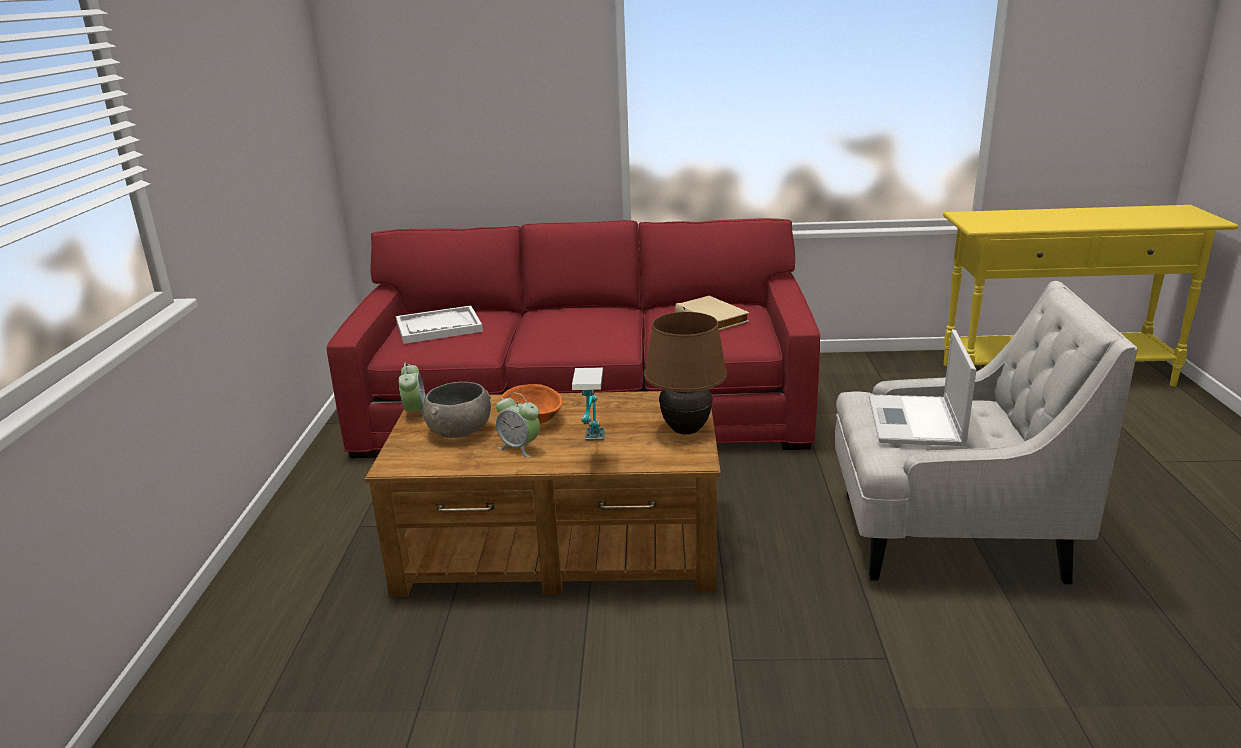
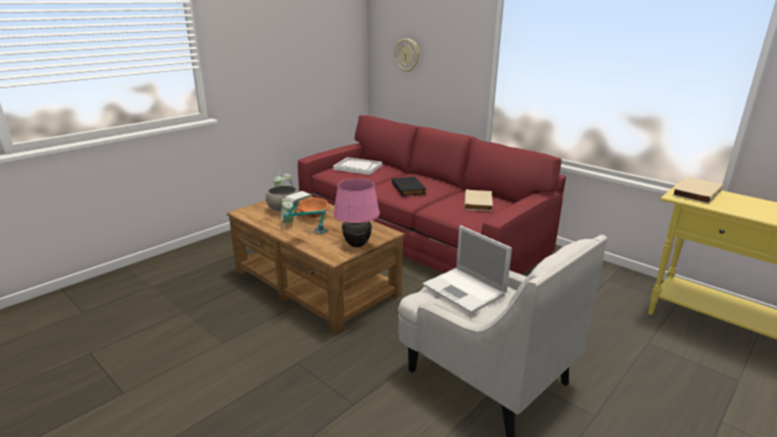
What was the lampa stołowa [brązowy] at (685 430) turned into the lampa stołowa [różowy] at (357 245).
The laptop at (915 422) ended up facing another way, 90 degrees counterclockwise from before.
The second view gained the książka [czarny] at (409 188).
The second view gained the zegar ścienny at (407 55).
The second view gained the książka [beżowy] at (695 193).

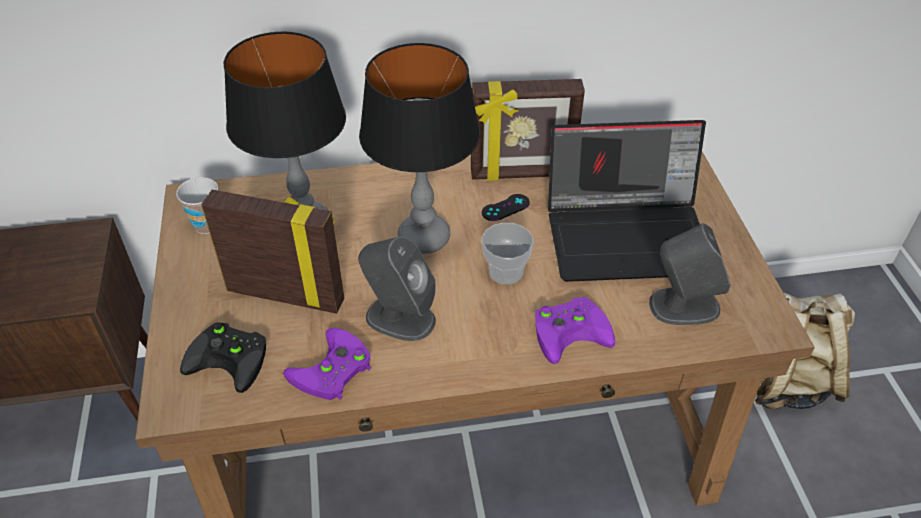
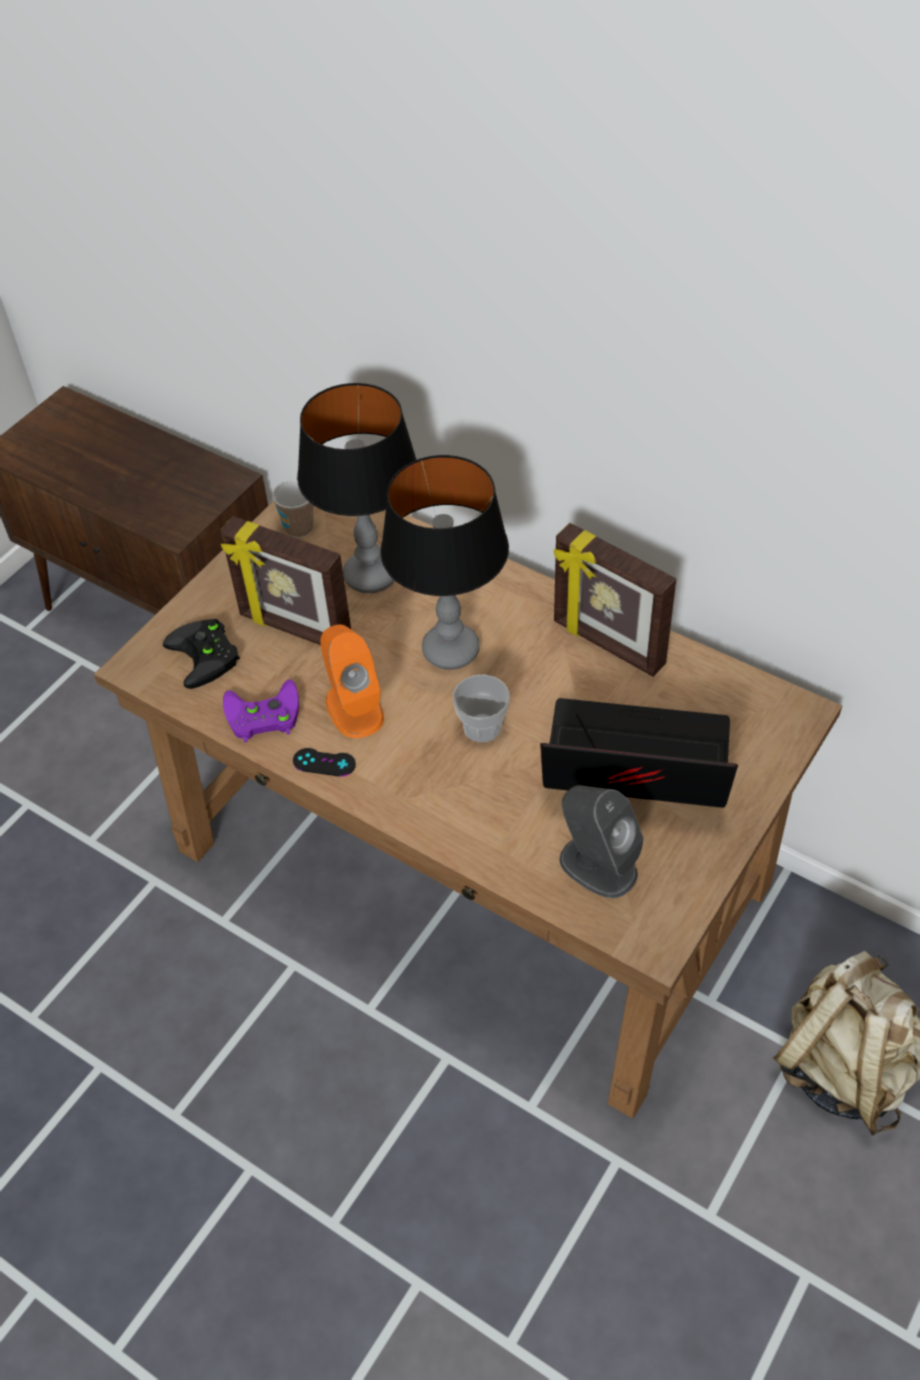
The ramka na zdjęcie at (286 294) ended up facing another way, 150 degrees clockwise from before.
What was the głośnik [szary] at (399 318) turned into the głośnik [pomarańczowy] at (354 708).
The pad do gier [czarny] ended up elsewhere, having gone from (505 208) to (324 762).
The second view lost the pad do gier [fioletowy] at (571 330).
The laptop at (628 235) ended up facing another way, 150 degrees clockwise from before.

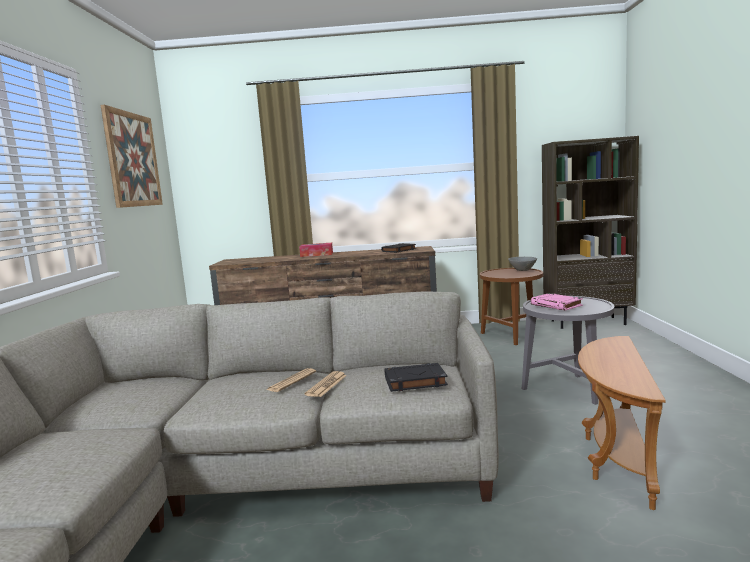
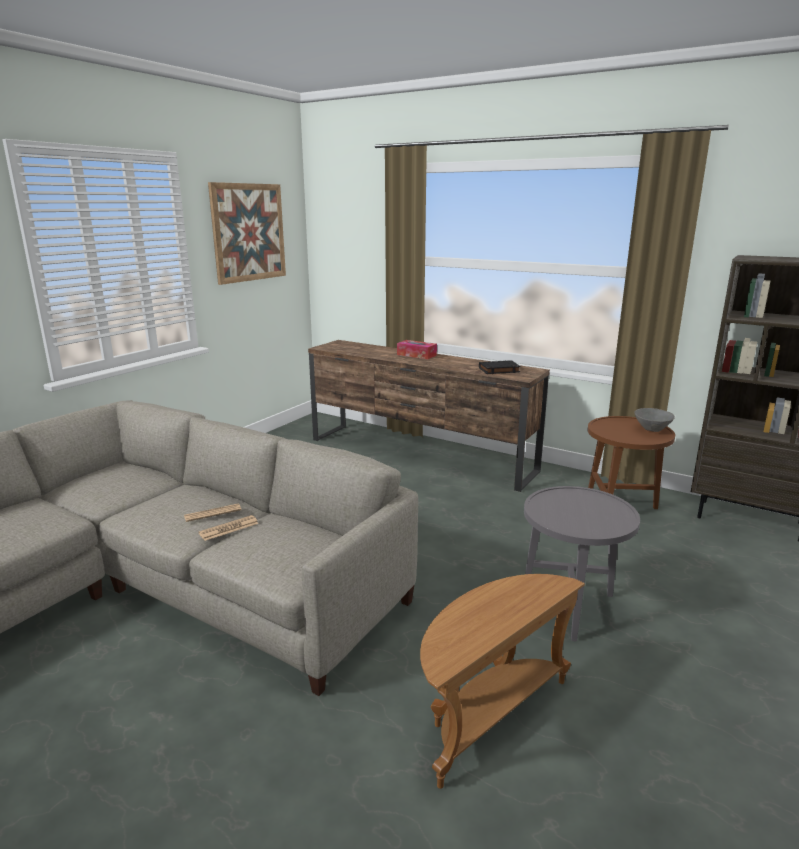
The second view lost the książka [czarny] at (414 381).
The second view lost the książka [różowy] at (557 305).

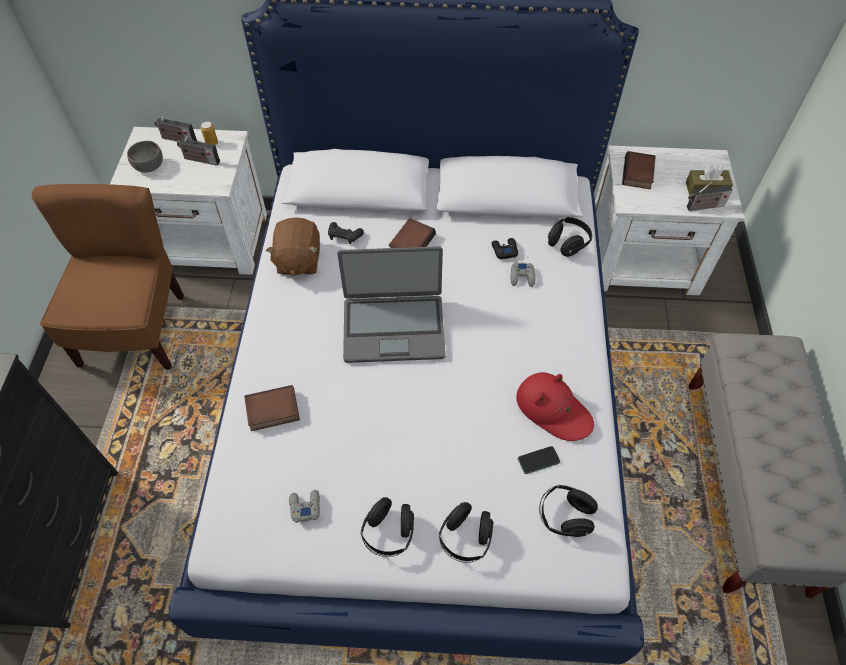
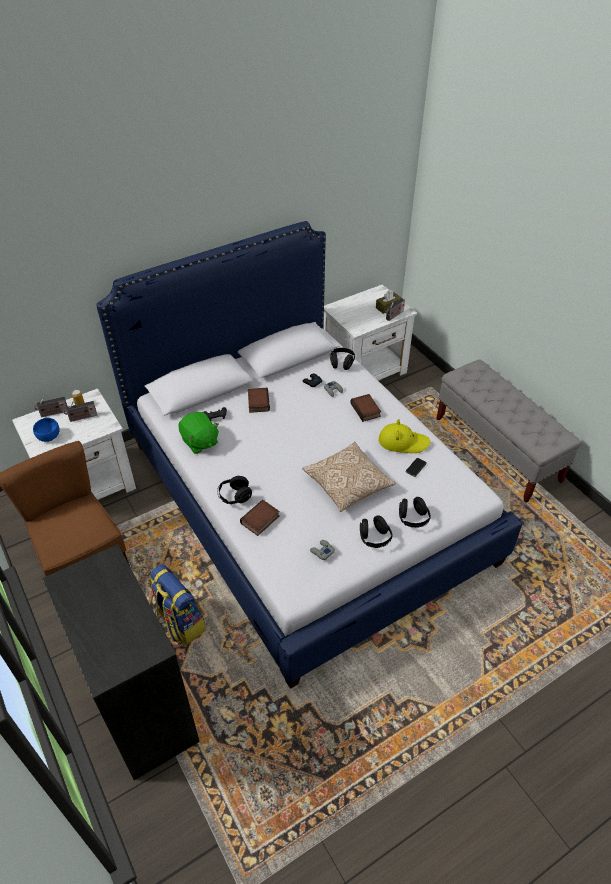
What was the miska [szary] at (149 166) turned into the miska [niebieski] at (49 436).
What was the pluszak [brązowy] at (298 260) turned into the pluszak [zielony] at (199 442).
The second view lost the laptop at (393 328).
What was the kapelusz [czerwony] at (553 409) turned into the kapelusz [żółty] at (403 442).
The słuchawki [czarny] ended up elsewhere, having gone from (565 516) to (234 496).
The książka ended up elsewhere, having gone from (638 174) to (366 410).
The second view gained the plecak at (179 622).
The second view gained the poduszka at (347 485).

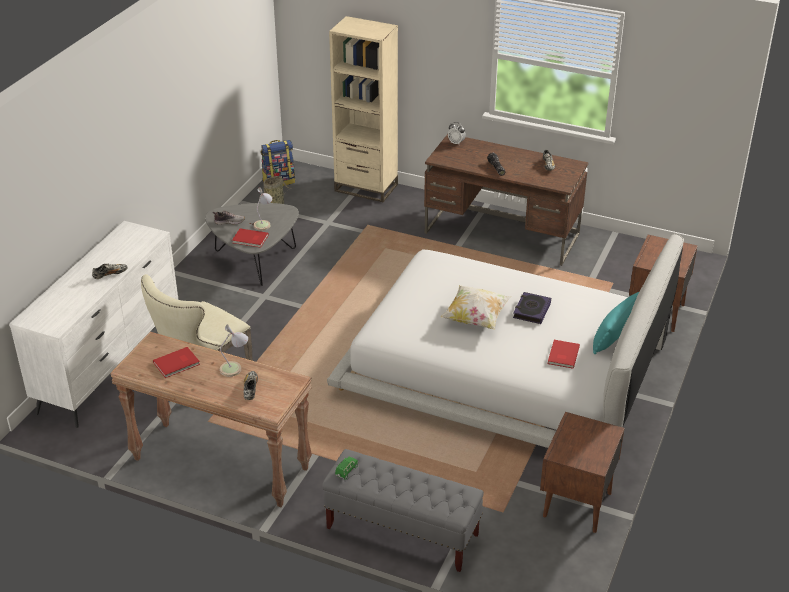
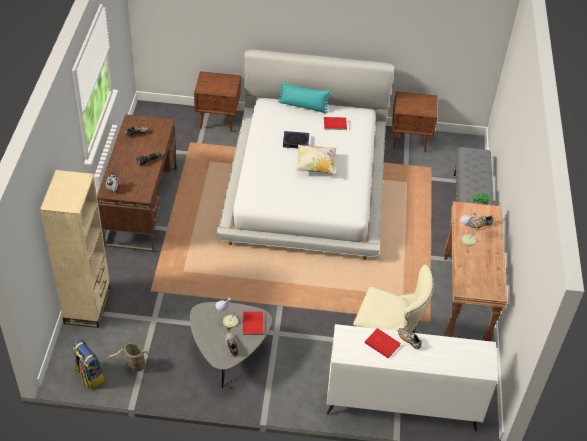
The książka [czerwony] ended up elsewhere, having gone from (177 364) to (382 343).

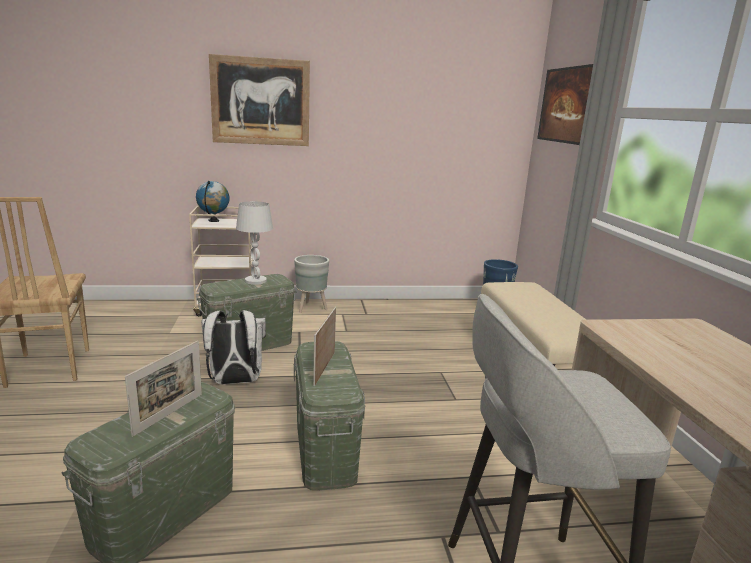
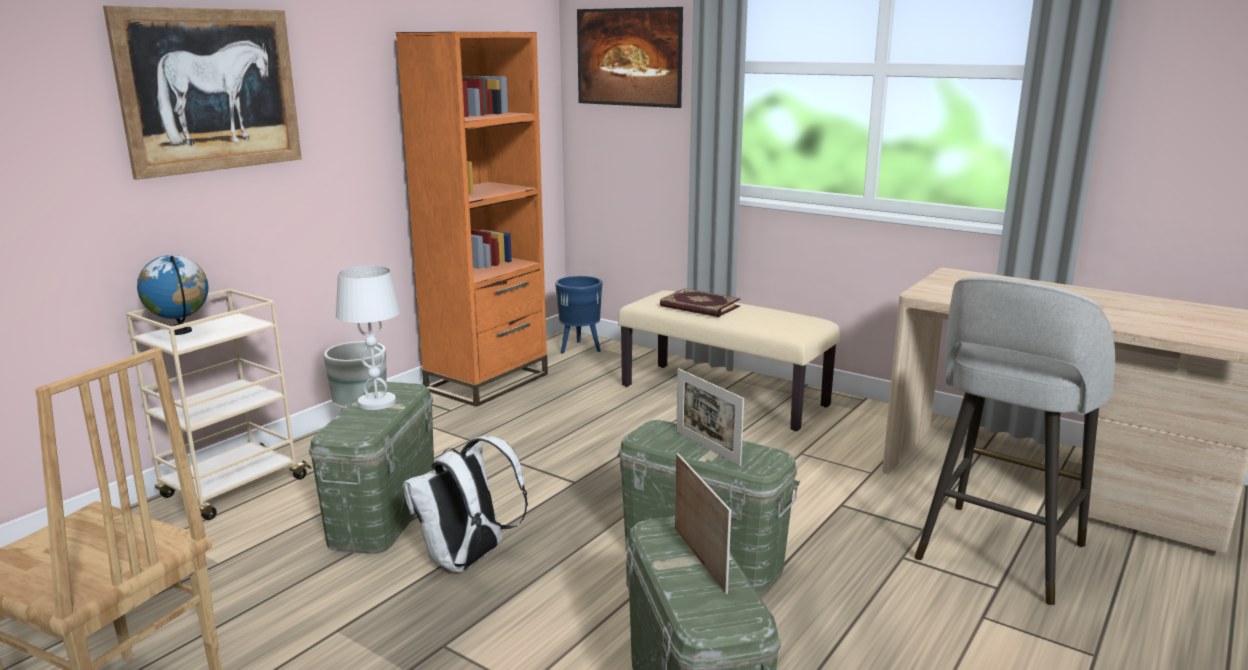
The second view gained the regał [pomarańczowy] at (487 382).
The second view gained the książka at (699 307).

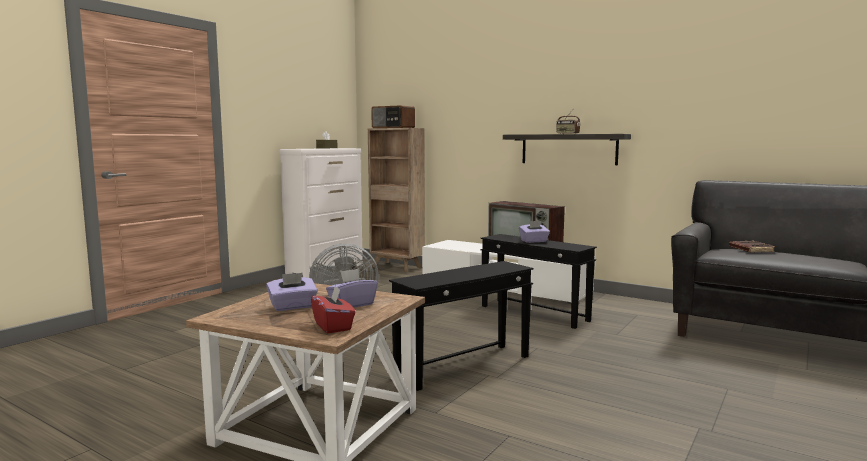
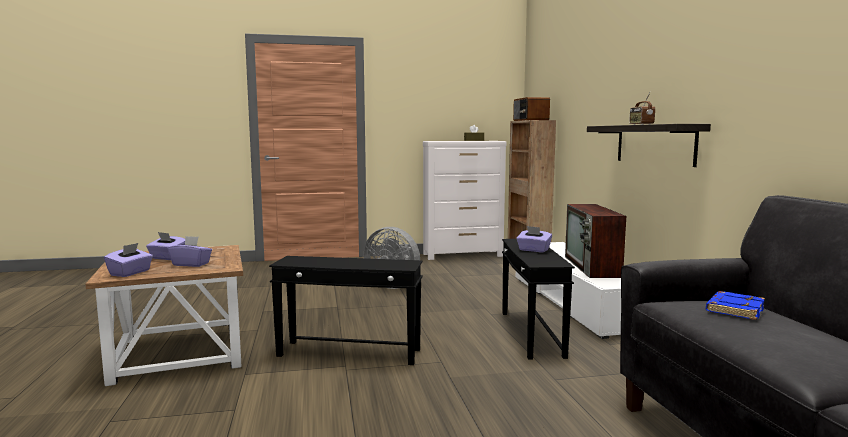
What was the pudełko chusteczek [czerwony] at (333 326) turned into the pudełko chusteczek [fioletowy] at (130 273).
What was the książka [brązowy] at (750 250) turned into the książka [niebieski] at (734 309).

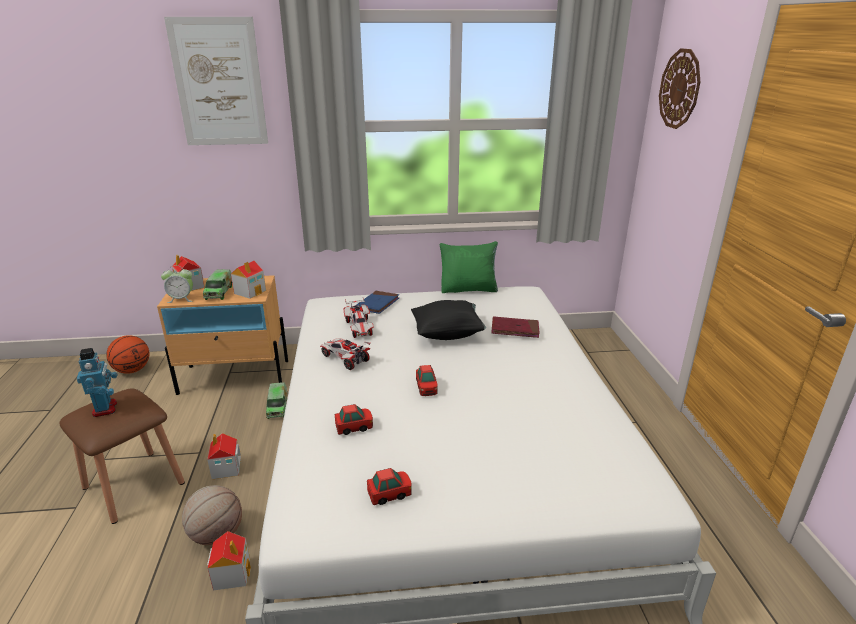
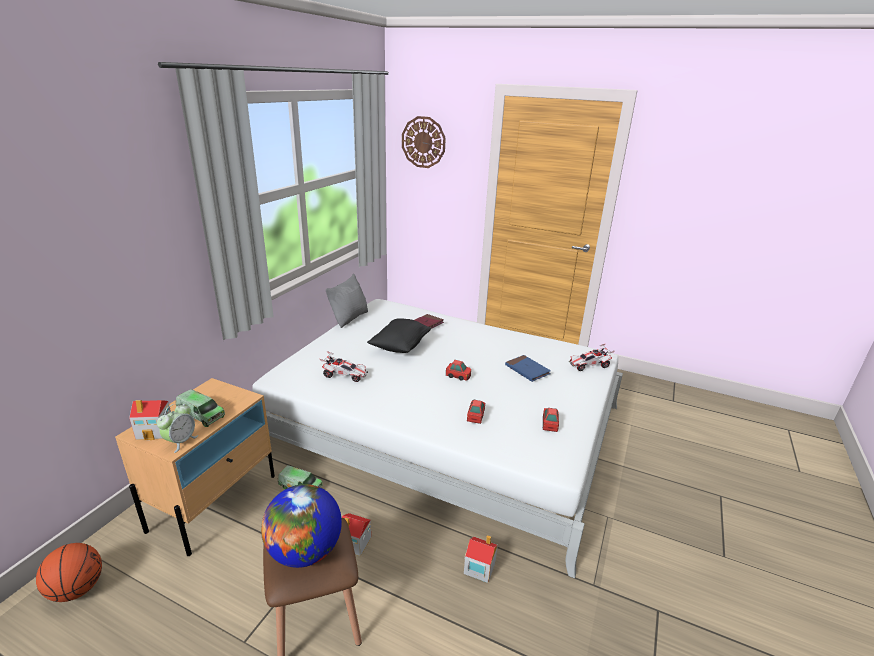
Where the robot zabawkowy stood at (105 408), the globus came to stand at (305 551).
The second view lost the obraz at (219 83).
The second view lost the piłka do koszykówki at (216 534).
The second view lost the domek at (250 292).
The samochodzik ended up elsewhere, having gone from (345 359) to (589 365).
The książka [niebieski] ended up elsewhere, having gone from (377 304) to (527 370).
What was the poduszka [zielony] at (468 289) turned into the poduszka [szary] at (349 318).

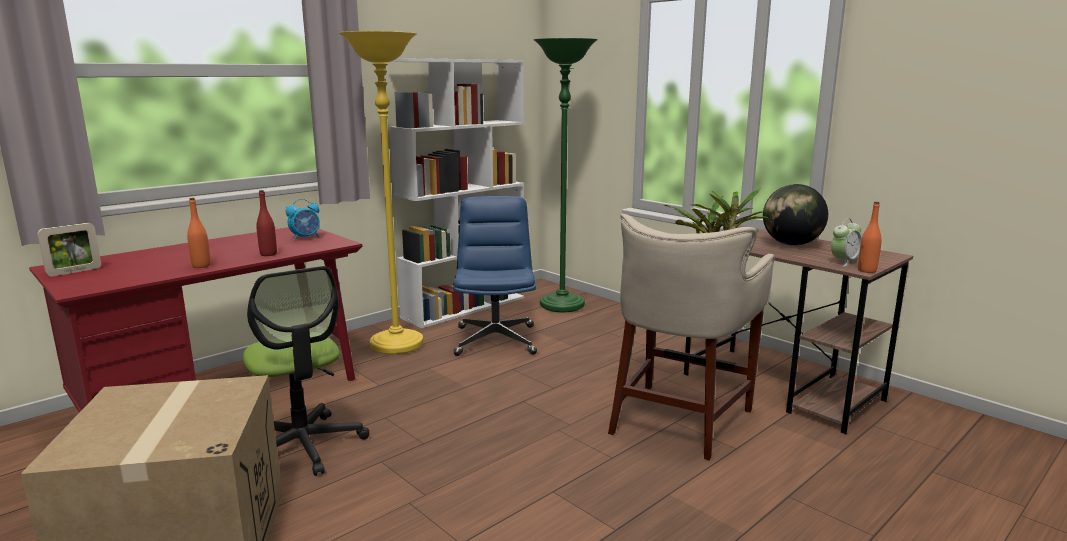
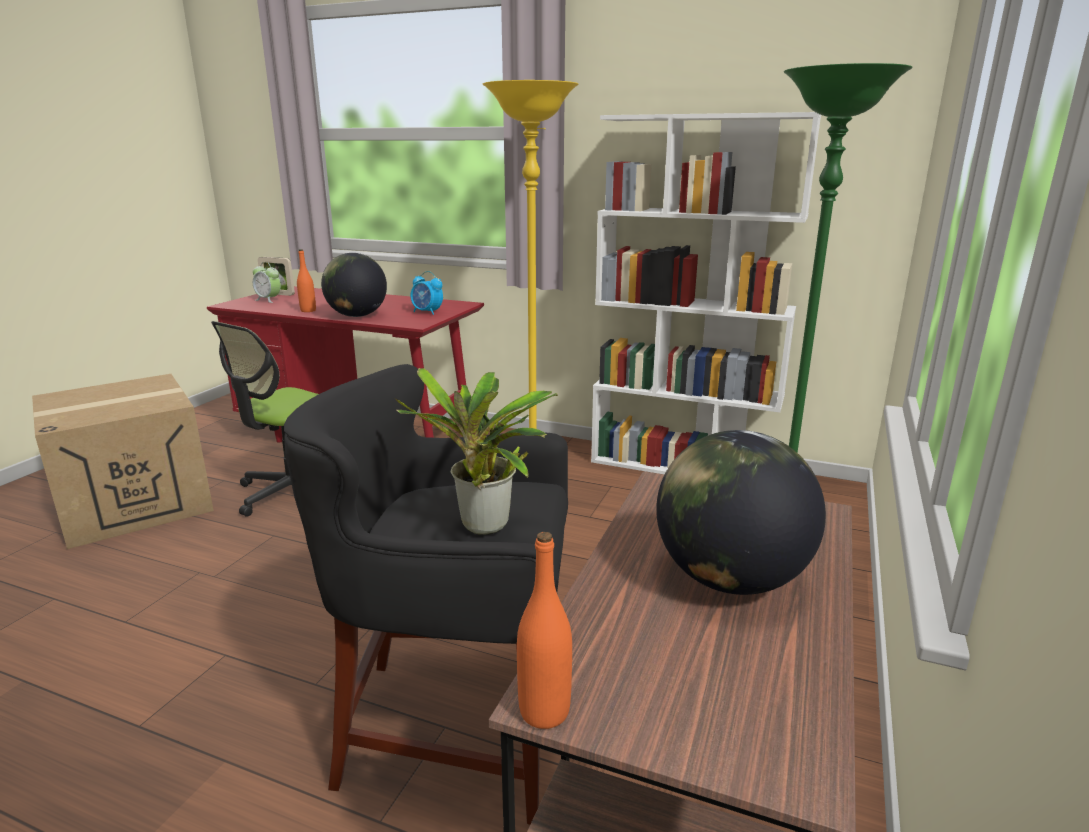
Where the butelka [czerwony] stood at (268 254), the globus came to stand at (357 316).
The second view lost the krzesło biurowe [niebieski] at (495 340).
What was the stołek [beżowy] at (679 419) turned into the stołek [czarny] at (454 730).
The budzik ended up elsewhere, having gone from (844 262) to (268 300).

